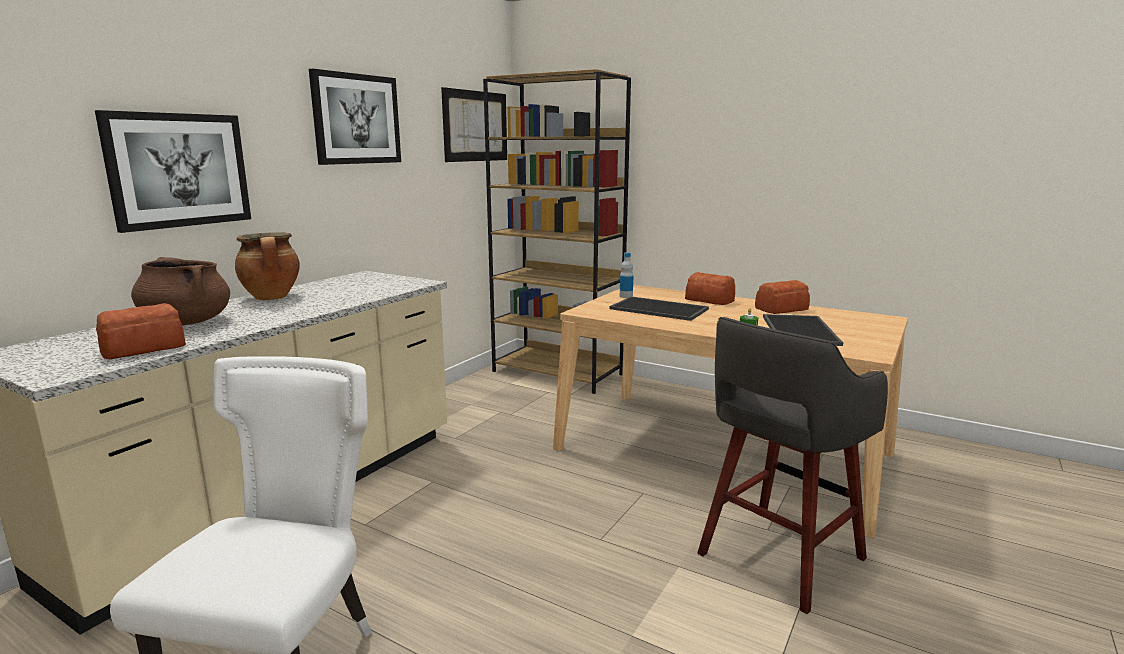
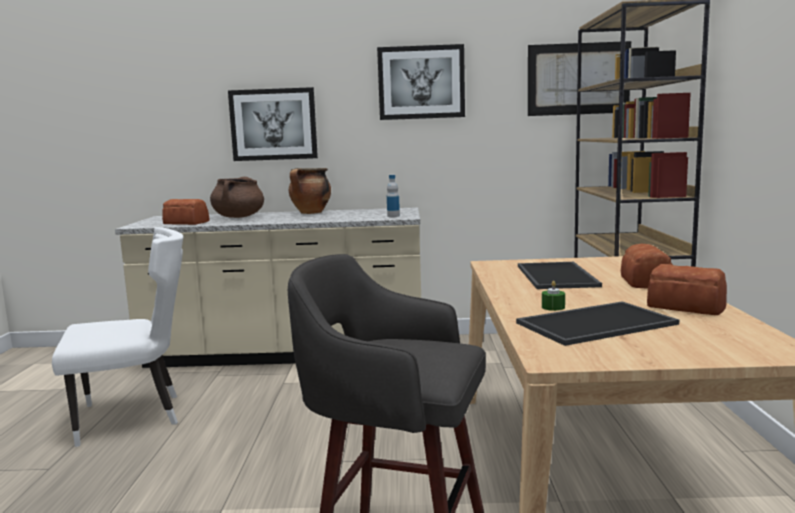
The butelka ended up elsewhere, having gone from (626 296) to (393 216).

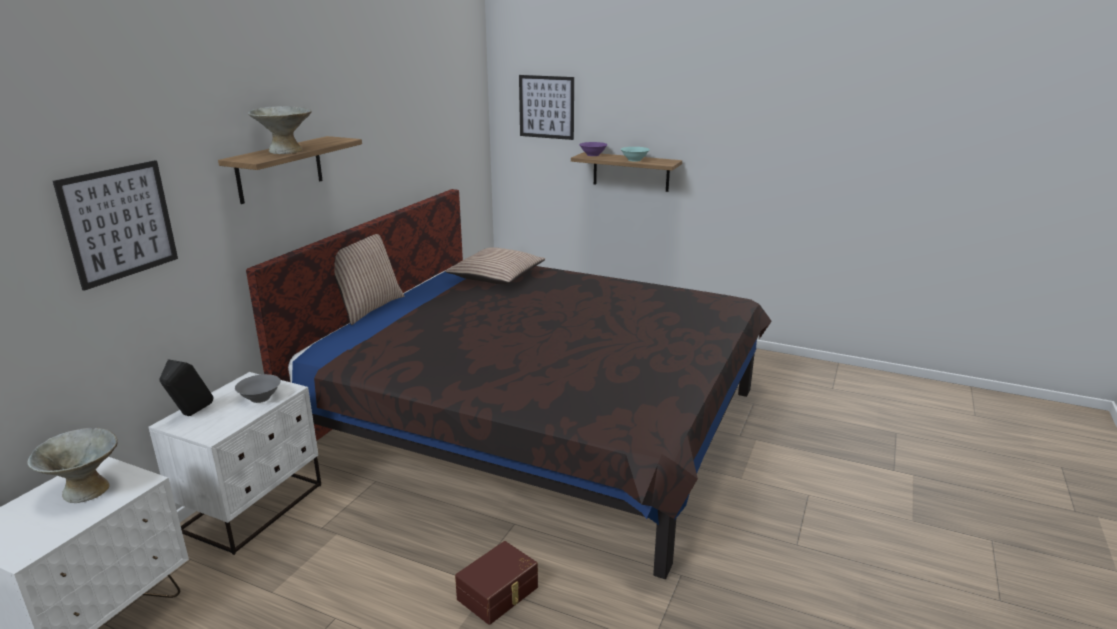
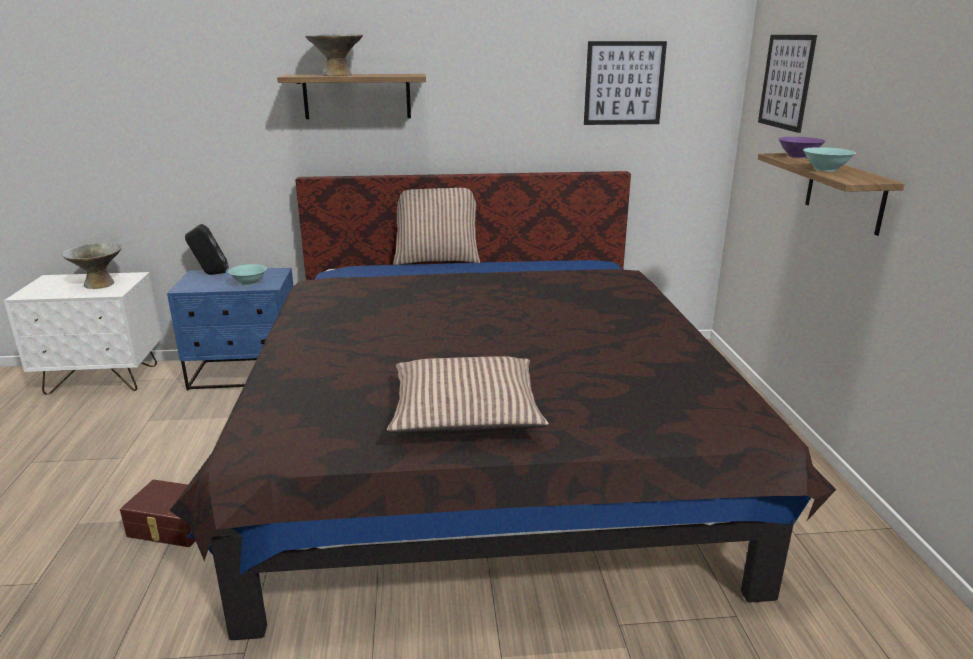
The obraz ended up elsewhere, having gone from (119 223) to (624 83).
What was the szafka nocna [biały] at (254 508) turned into the szafka nocna [niebieski] at (246 374).
What was the miska [szary] at (260 398) turned into the miska [turkusowy] at (249 282).
The poduszka ended up elsewhere, having gone from (496 276) to (465 412).

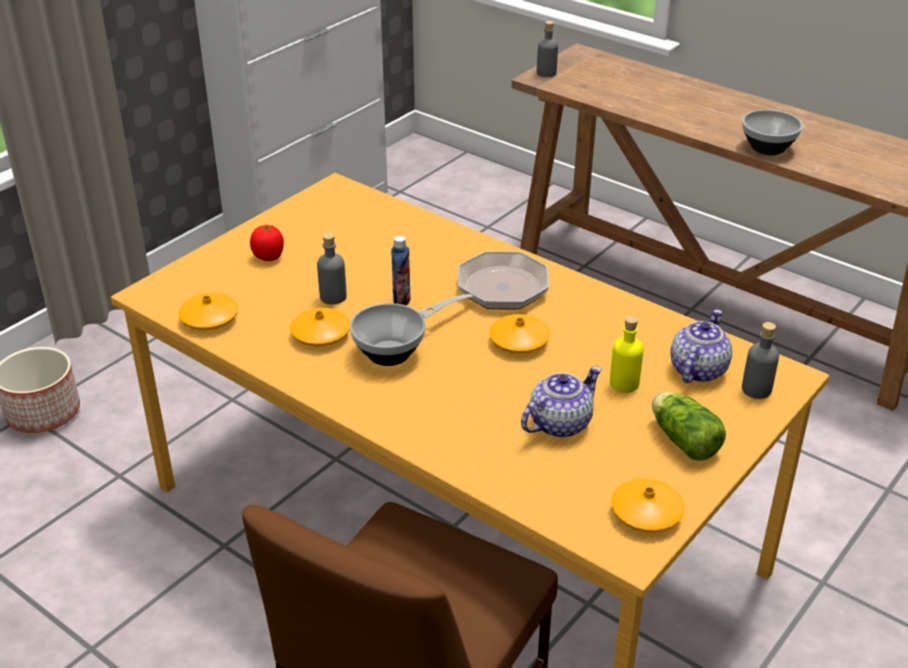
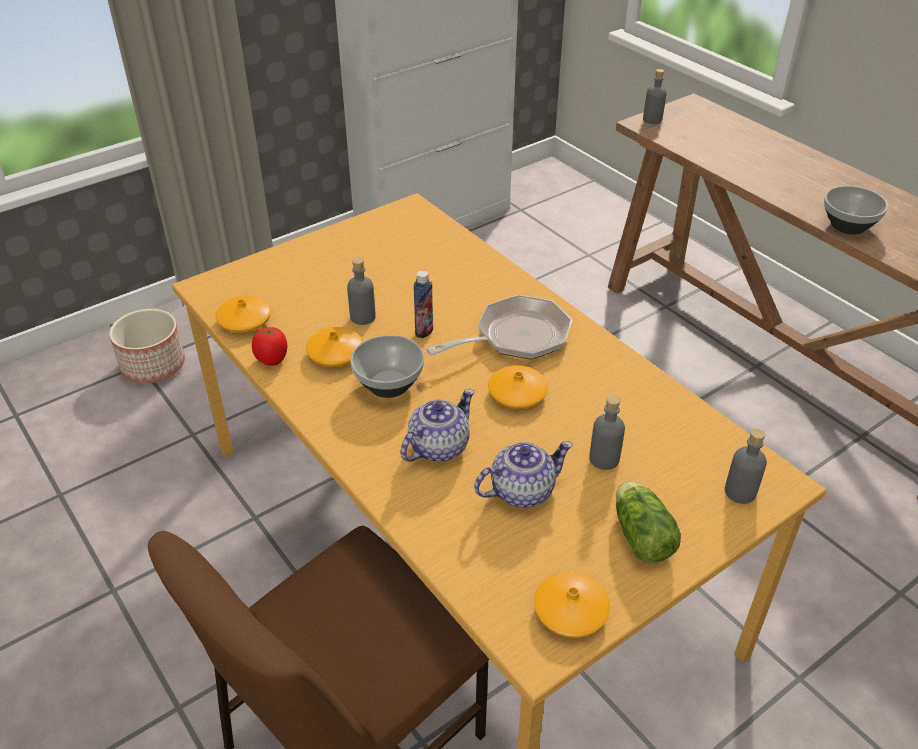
The pomidor ended up elsewhere, having gone from (269 257) to (272 359).
What was the butelka [żółty] at (624 383) turned into the butelka [szary] at (604 459).
The imbryk ended up elsewhere, having gone from (697 370) to (437 447).

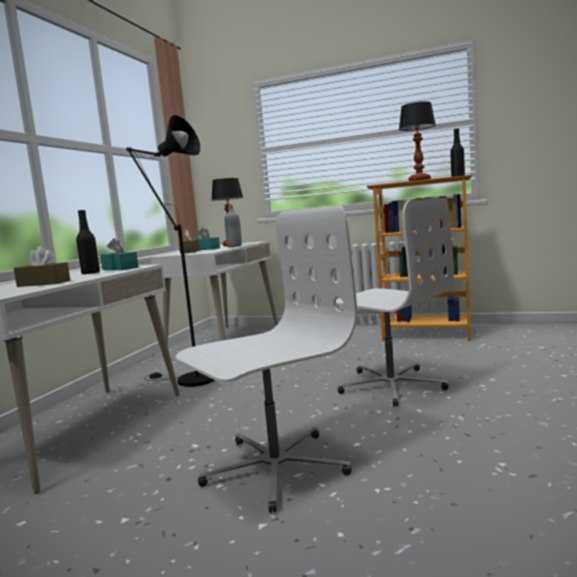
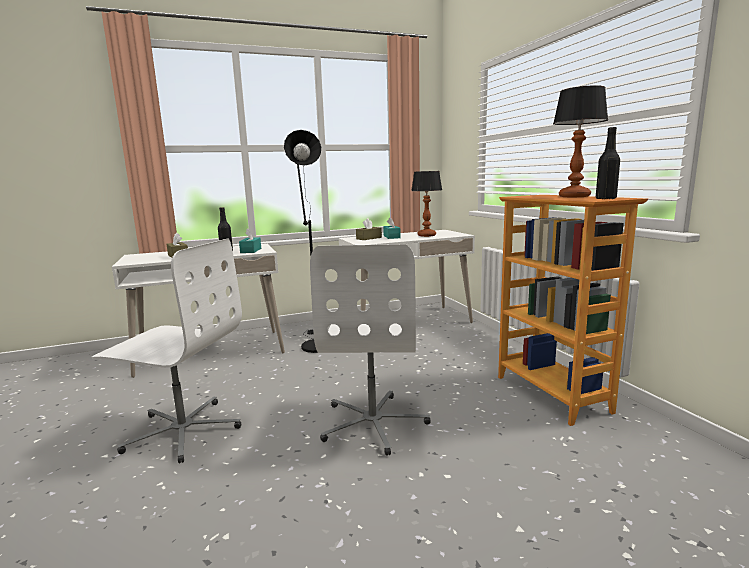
The second view lost the butelka [szary] at (234 246).

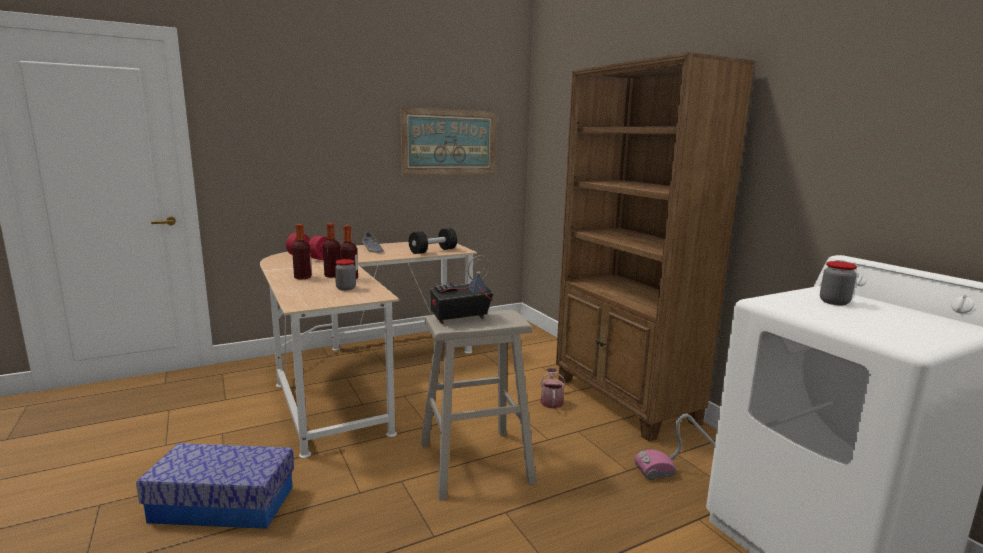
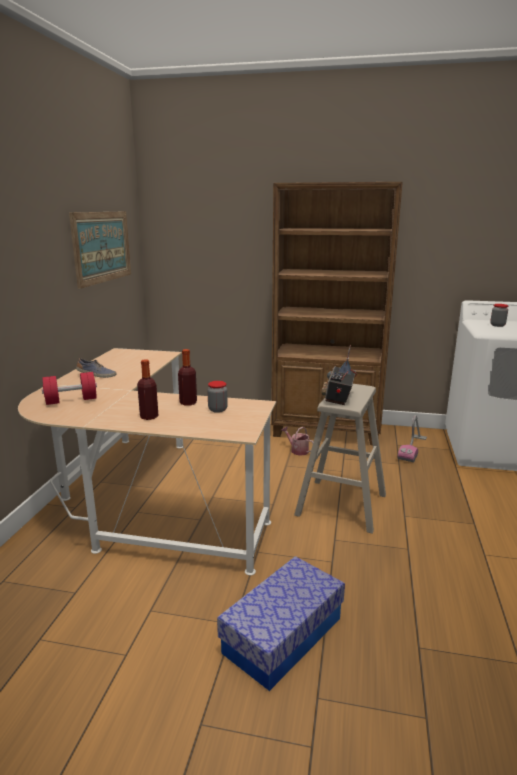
The second view lost the butelka at (333 276).
The second view lost the hantel [czarny] at (433 251).

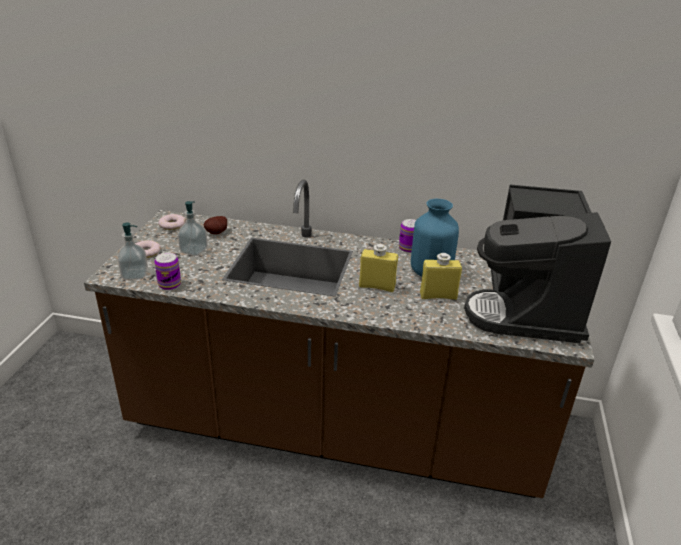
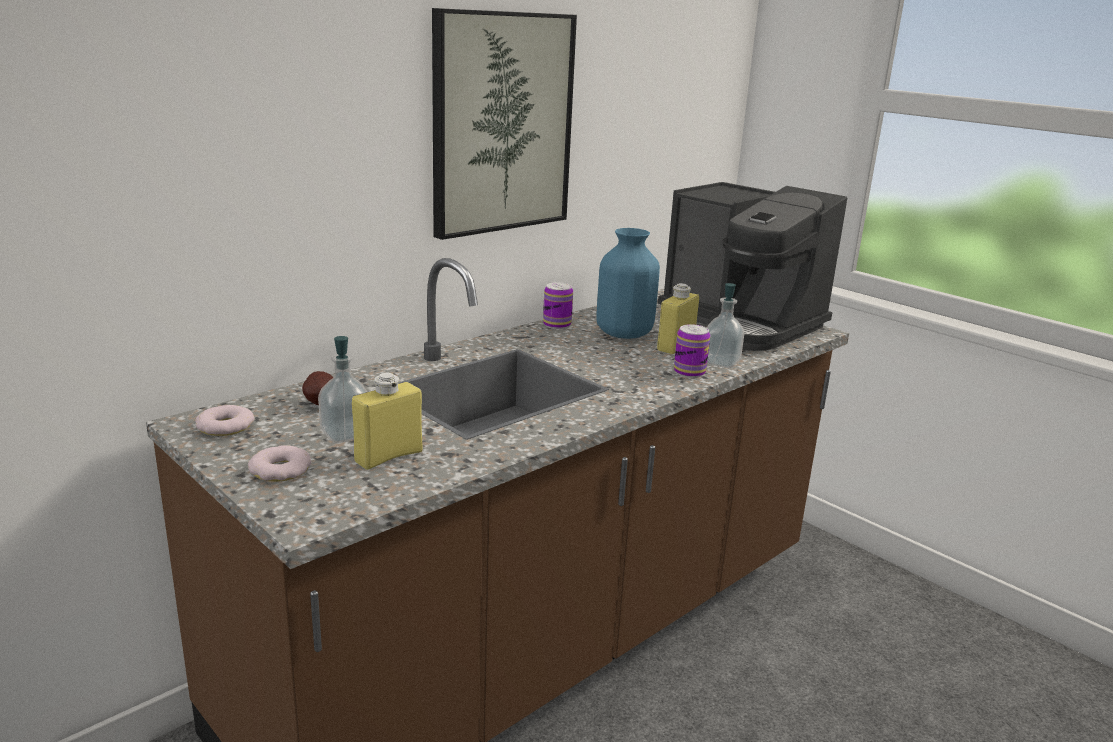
The dozownik mydła ended up elsewhere, having gone from (135 274) to (720 362).
The puszka ended up elsewhere, having gone from (169 284) to (689 372).
The butelka [żółty] ended up elsewhere, having gone from (377 286) to (388 456).
The second view gained the obraz at (501 123).

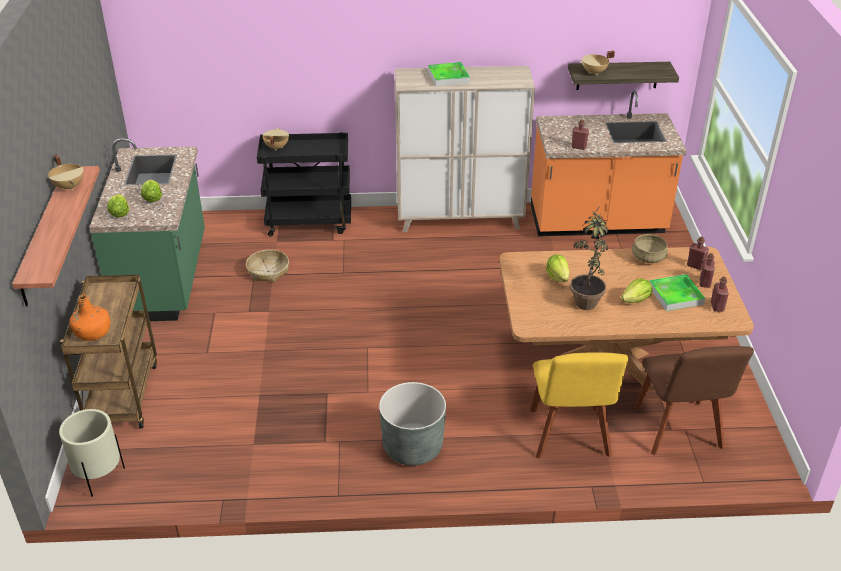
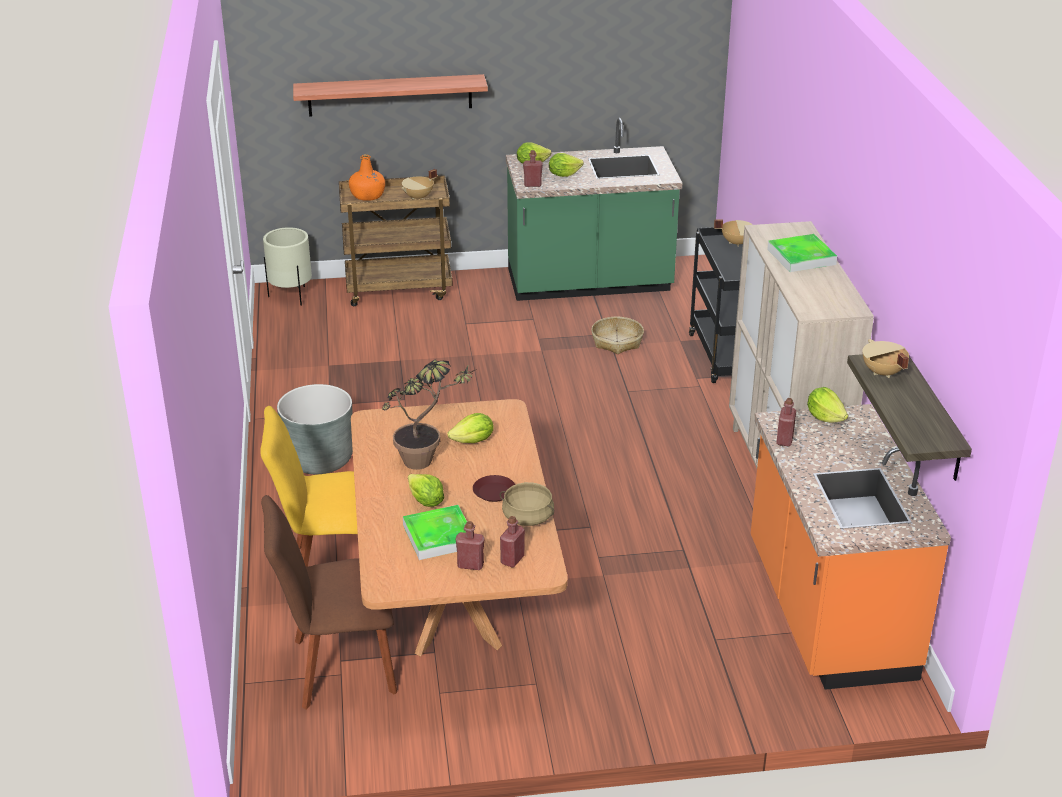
The garnek [beżowy] ended up elsewhere, having gone from (69 186) to (418 197).
The butelka [czerwony] ended up elsewhere, having gone from (717 307) to (532 185).
The second view gained the talerz [brązowy] at (494 492).
The second view gained the sałata at (825 417).

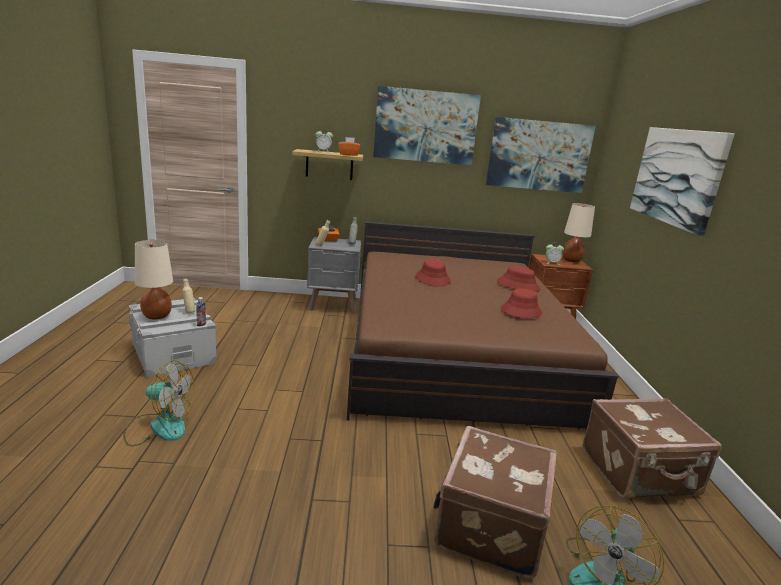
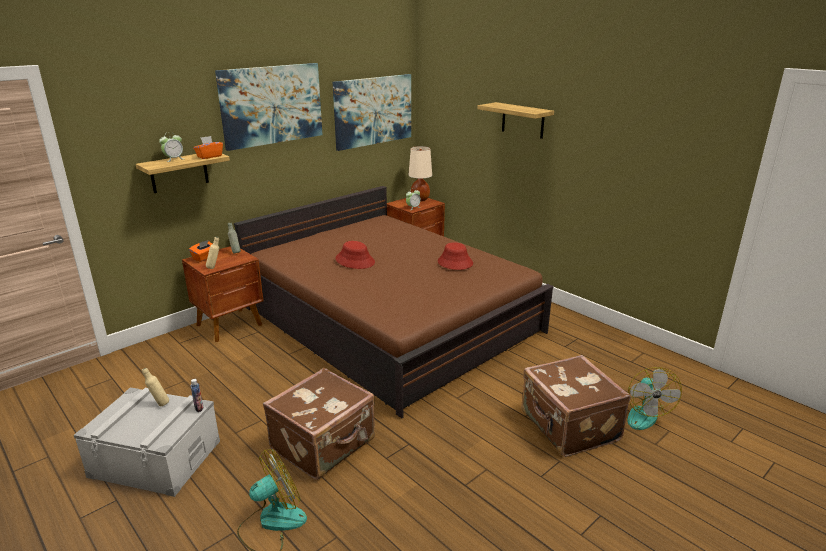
The second view lost the lampa stołowa [beżowy] at (157 316).
What was the szafka nocna [szary] at (334 305) turned into the szafka nocna [brązowy] at (230 325).
The second view lost the kapelusz [czerwony] at (518 285).
The walizka [brązowy] ended up elsewhere, having gone from (640 473) to (324 445).
Where the obraz hung at (677 176), the półka came to hang at (523 120).

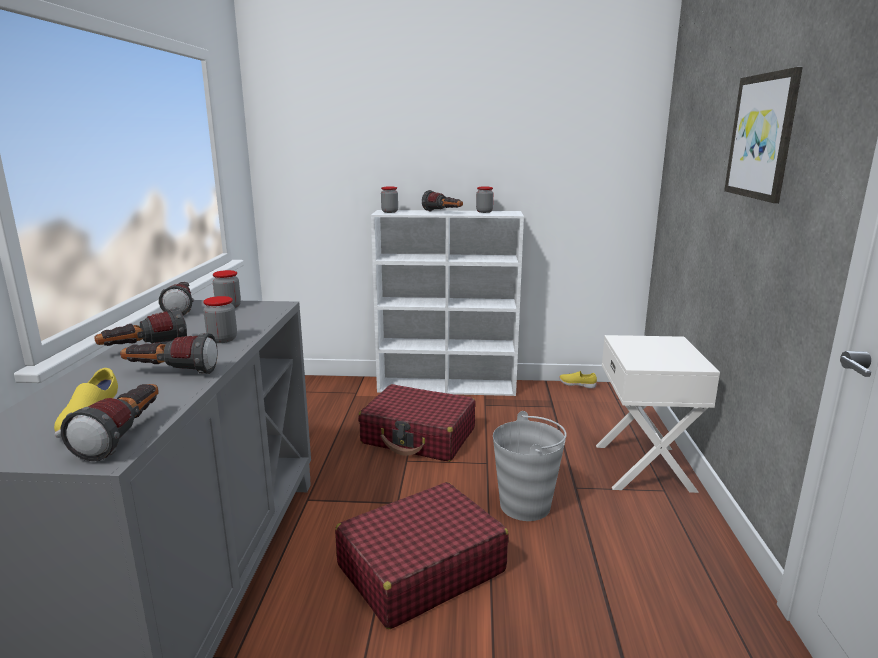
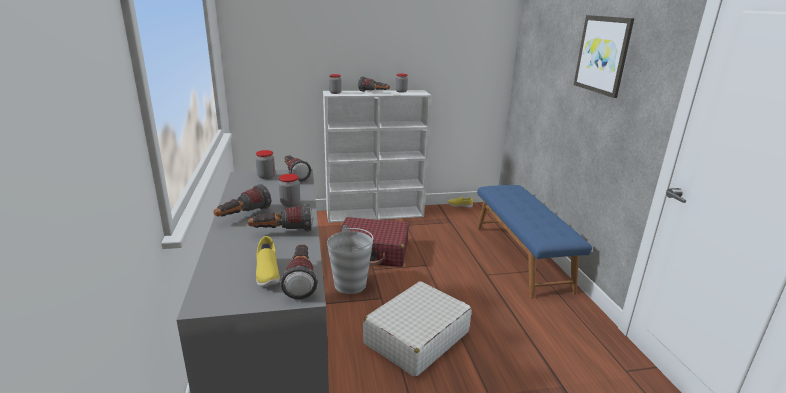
The latarka ended up elsewhere, having gone from (182 308) to (294 175).
What was the walizka [czerwony] at (420 569) turned into the walizka [biały] at (416 338).
The wiadro [szary] ended up elsewhere, having gone from (525 506) to (350 284).
Where the szafka nocna [biały] stood at (645 467), the ławka [niebieski] came to stand at (521 257).

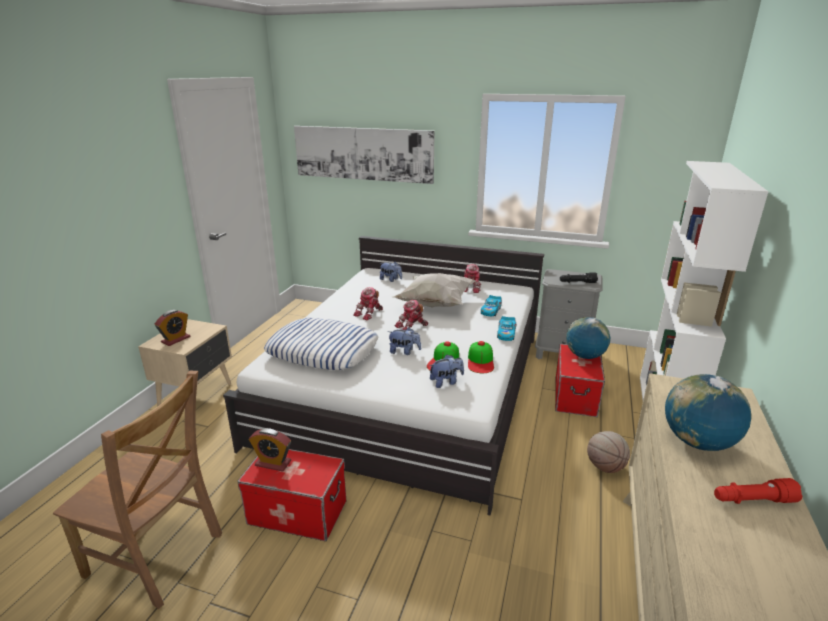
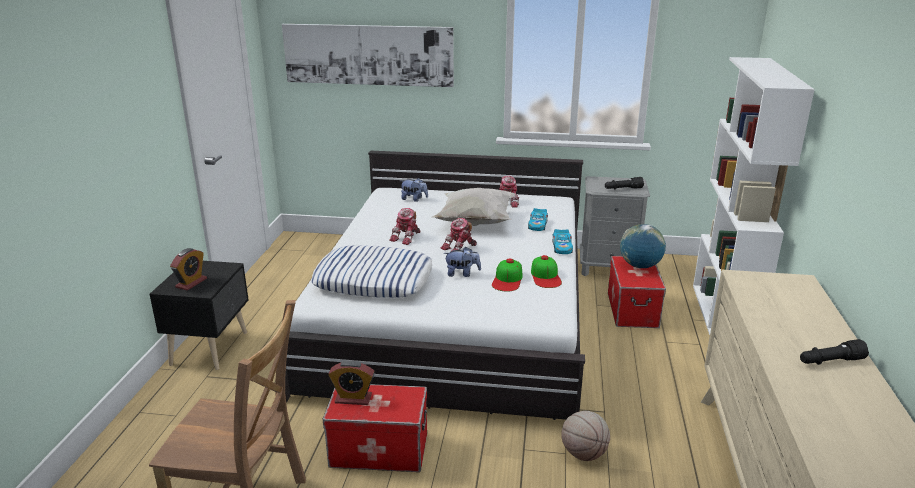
What was the szafka nocna [beżowy] at (197 395) turned into the szafka nocna [czarny] at (211 348).
The second view lost the pluszak at (446 382).
The piłka do koszykówki ended up elsewhere, having gone from (605 467) to (584 453).
The second view lost the globus at (697 442).
What was the latarka [czerwony] at (752 500) turned into the latarka [czarny] at (830 361).

